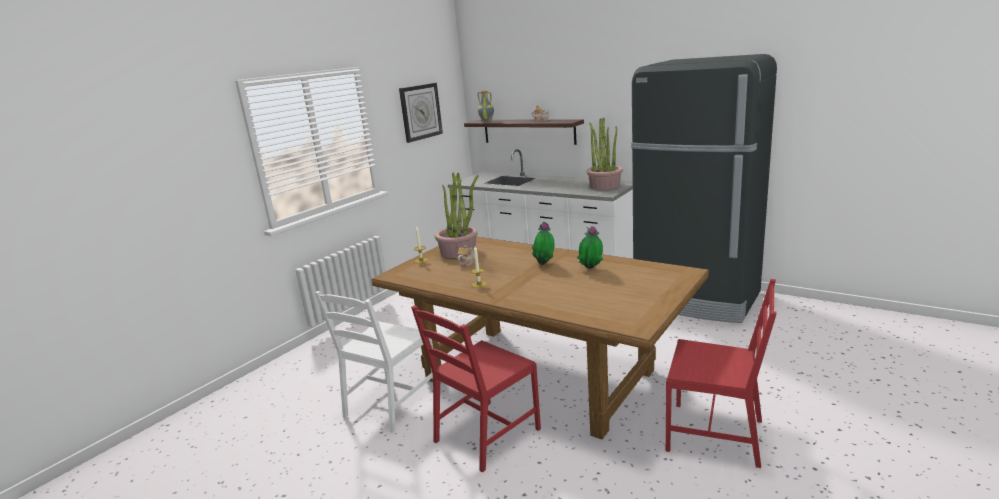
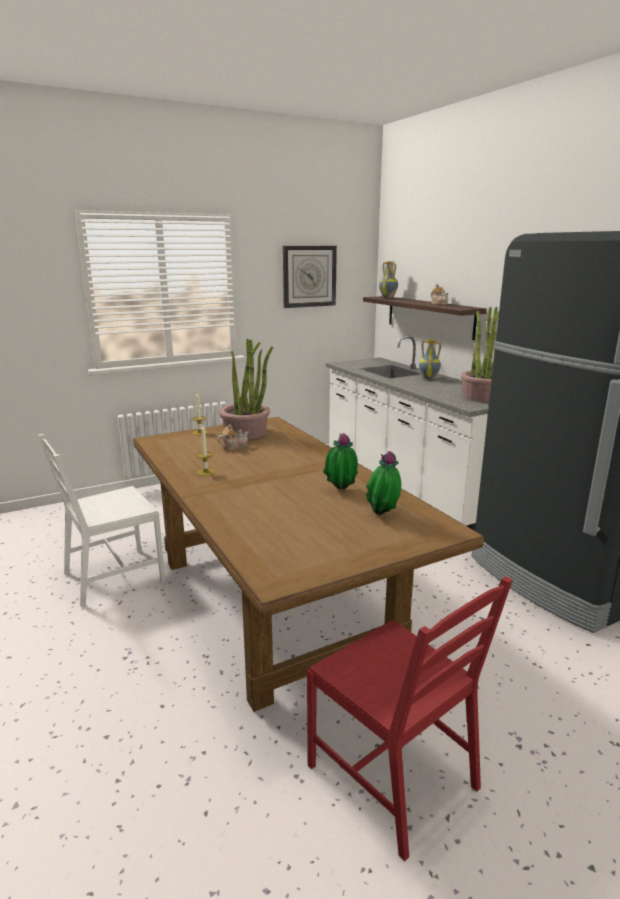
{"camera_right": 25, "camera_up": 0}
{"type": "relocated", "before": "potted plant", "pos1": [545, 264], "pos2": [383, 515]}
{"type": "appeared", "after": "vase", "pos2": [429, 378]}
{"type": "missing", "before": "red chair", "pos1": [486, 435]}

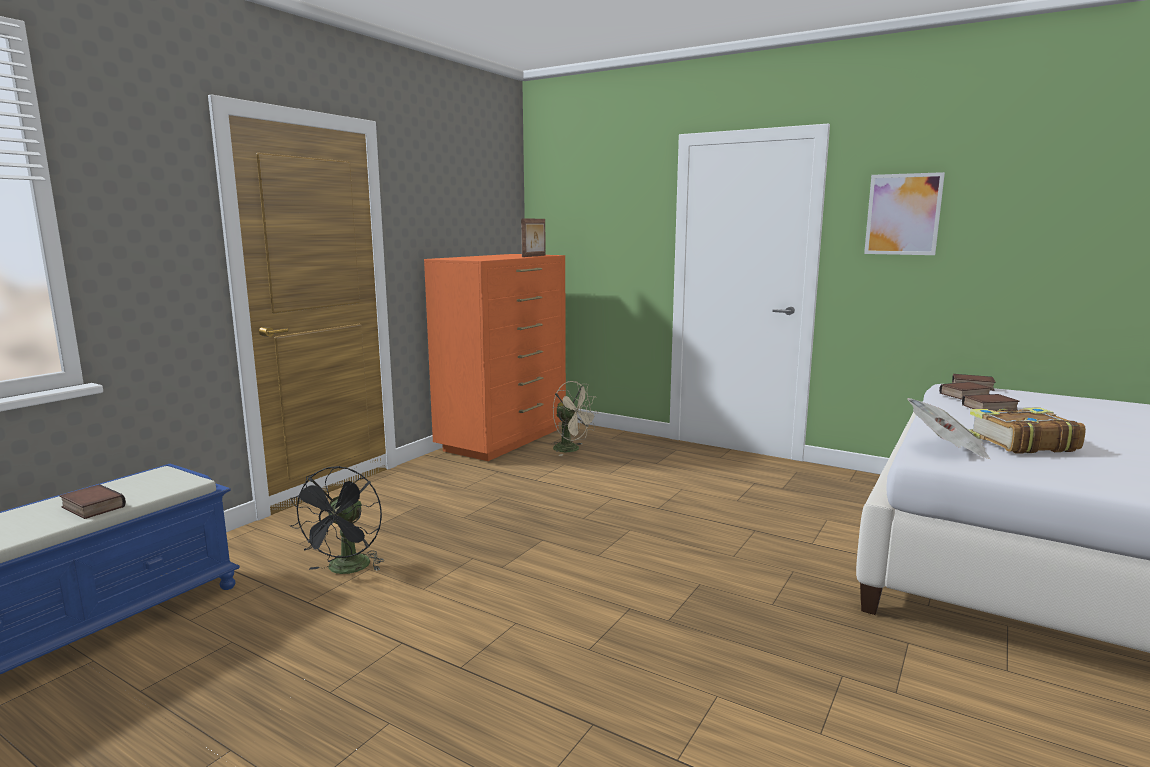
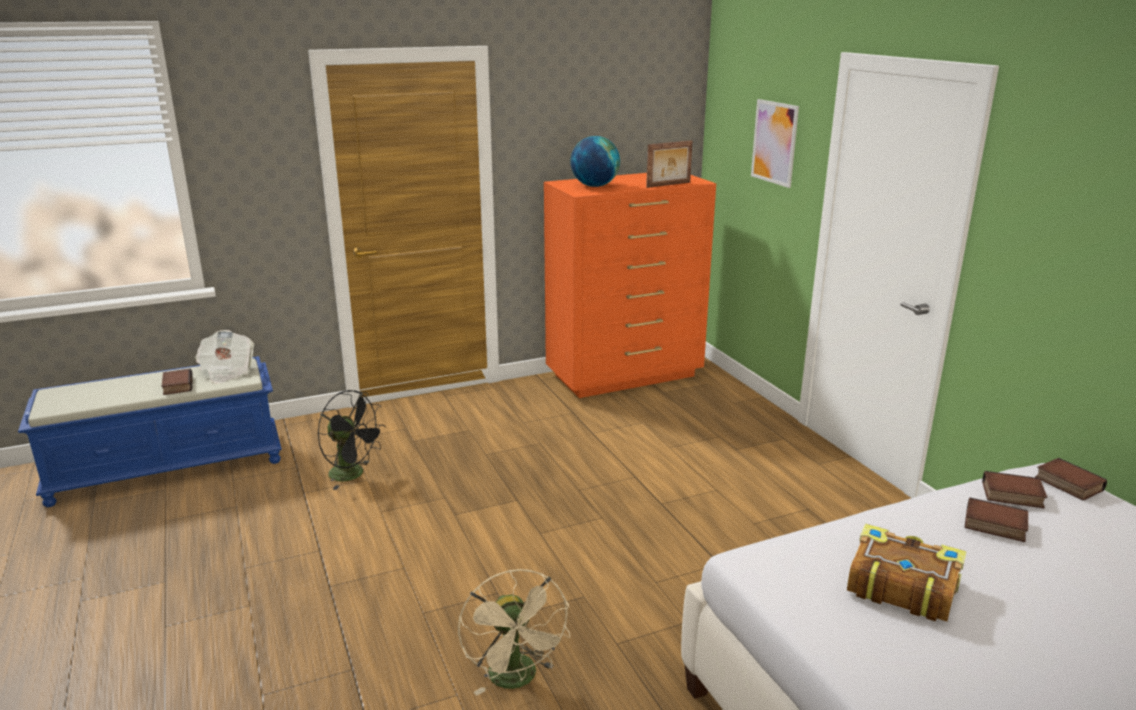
{"camera_right": 35, "camera_up": 10}
{"type": "relocated", "before": "printed paper", "pos1": [947, 448], "pos2": [227, 371]}
{"type": "spun", "before": "black cooling fan", "pos1": [346, 570], "pos2": [353, 474], "turn": -105}
{"type": "relocated", "before": "beige cooling fan", "pos1": [572, 449], "pos2": [517, 680]}
{"type": "appeared", "after": "world globe", "pos2": [594, 186]}
{"type": "relocated", "before": "wall picture", "pos1": [903, 214], "pos2": [774, 142]}

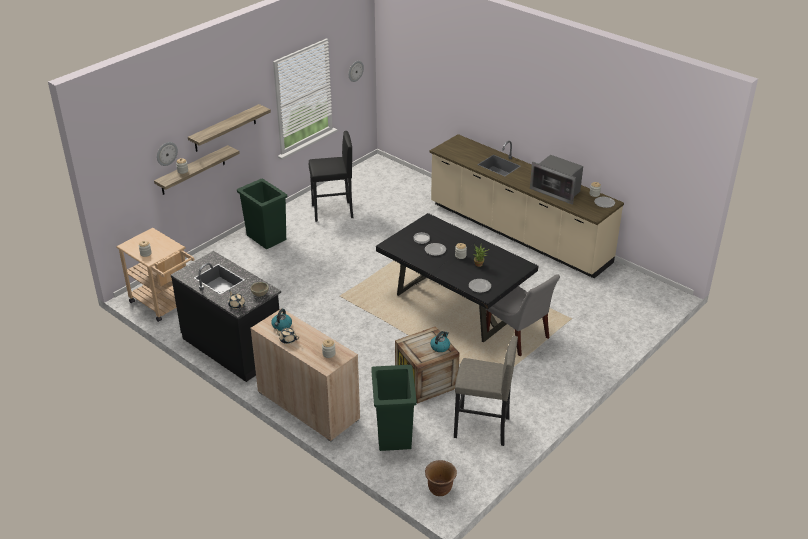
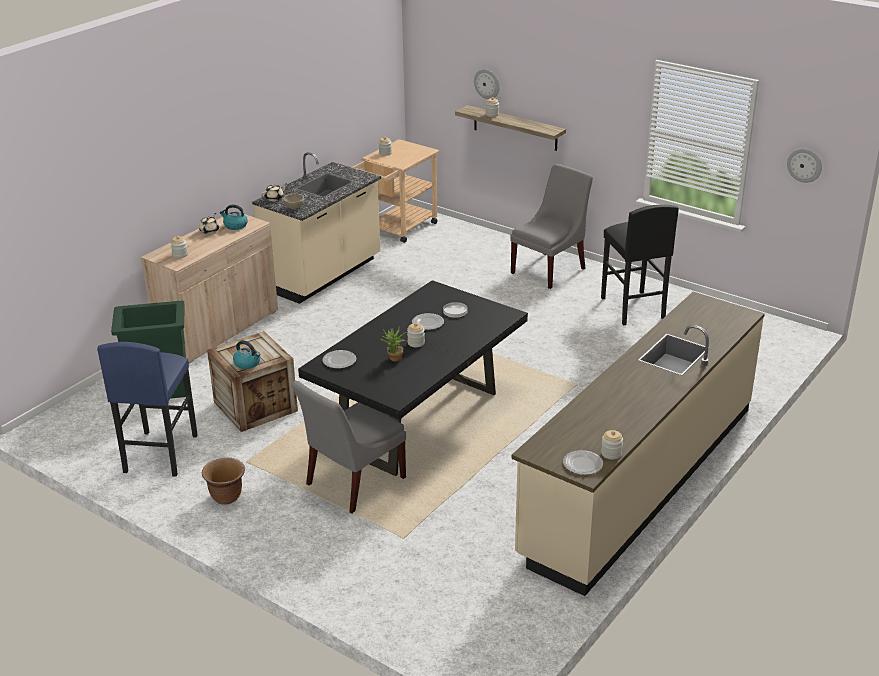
{"camera_right": 85, "camera_up": -5}
{"type": "colour", "before": "grey stool", "after": "bluish stool", "pos1": [482, 428], "pos2": [160, 454]}
{"type": "relocated", "before": "brown plant pot", "pos1": [440, 489], "pos2": [227, 497]}
{"type": "colour", "before": "black counter", "after": "beige counter", "pos1": [233, 347], "pos2": [324, 275]}
{"type": "exchanged", "before": "greenish waste bin", "after": "grey chair", "pos1": [266, 237], "pos2": [550, 269]}
{"type": "missing", "before": "wall shelf", "pos1": [225, 128]}
{"type": "missing", "before": "microwave oven", "pos1": [557, 191]}

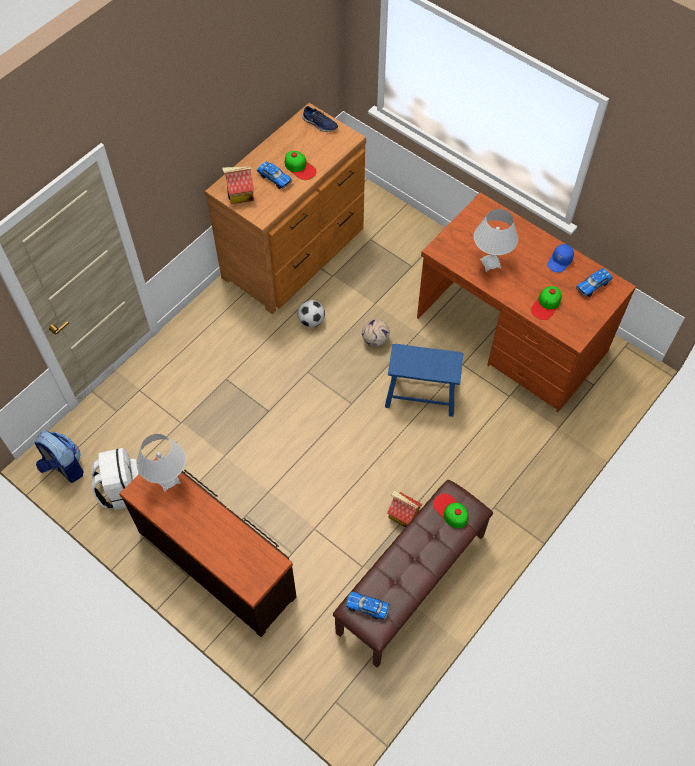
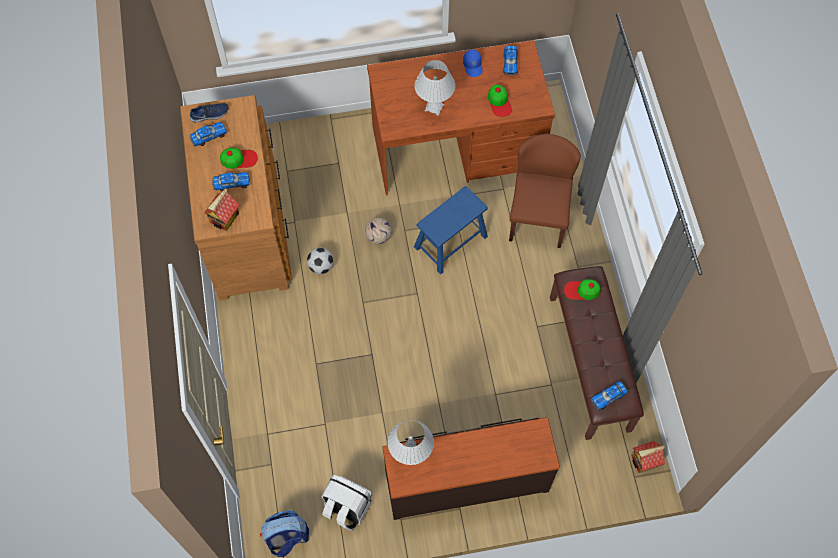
{"camera_right": -50, "camera_up": 5}
{"type": "appeared", "after": "toy car", "pos2": [208, 136]}
{"type": "appeared", "after": "brown chair", "pos2": [537, 217]}
{"type": "relocated", "before": "toy house", "pos1": [402, 515], "pos2": [644, 461]}

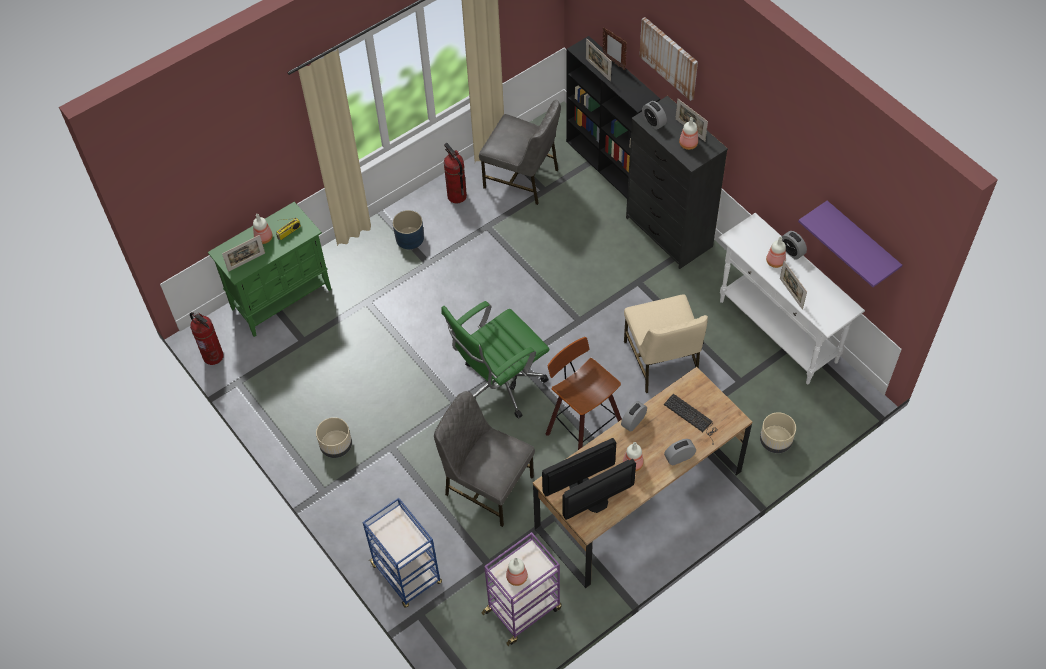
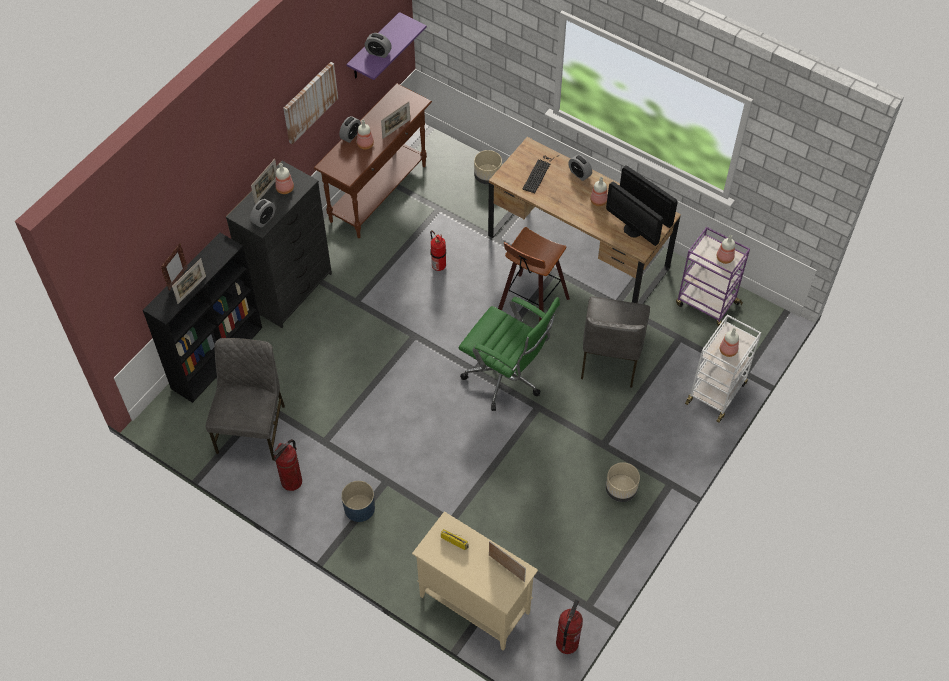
{"camera_right": -110, "camera_up": 0}
{"type": "relocated", "before": "wall picture", "pos1": [669, 58], "pos2": [309, 102]}
{"type": "colour", "before": "white-coloured console table", "after": "brown console table", "pos1": [778, 332], "pos2": [379, 193]}
{"type": "relocated", "before": "table clock", "pos1": [633, 422], "pos2": [378, 53]}
{"type": "colour", "before": "greenish storage cabinet", "after": "beige storage cabinet", "pos1": [282, 298], "pos2": [473, 604]}
{"type": "exchanged", "before": "beige chair", "after": "fire extinguisher", "pos1": [662, 361], "pos2": [437, 265]}
{"type": "colour", "before": "bluish trolley", "after": "white-coloured trolley", "pos1": [407, 575], "pos2": [716, 392]}
{"type": "relocated", "before": "beverage bottle", "pos1": [263, 238], "pos2": [728, 351]}

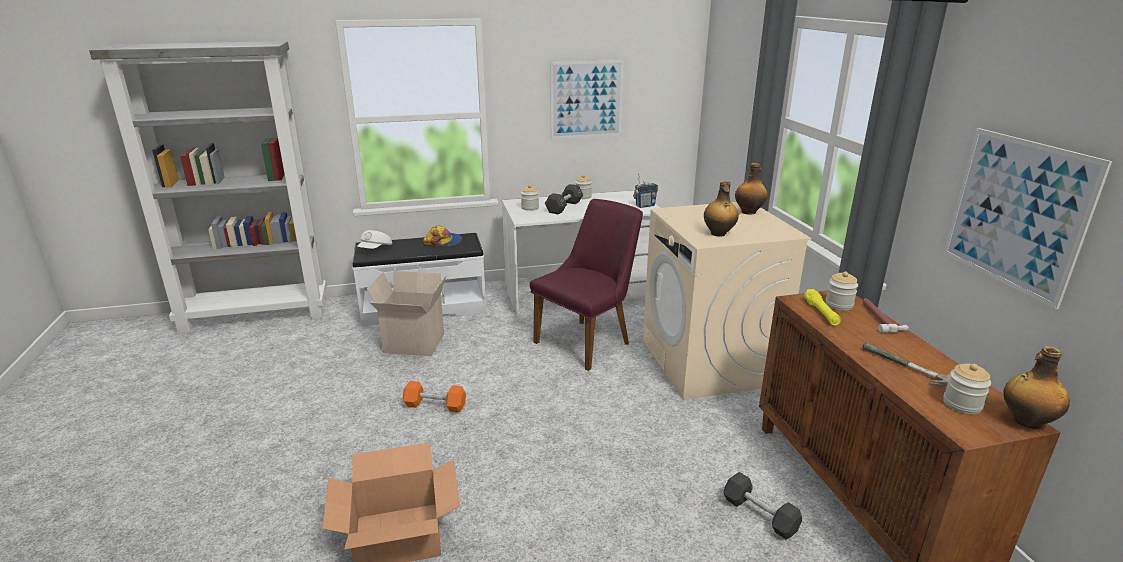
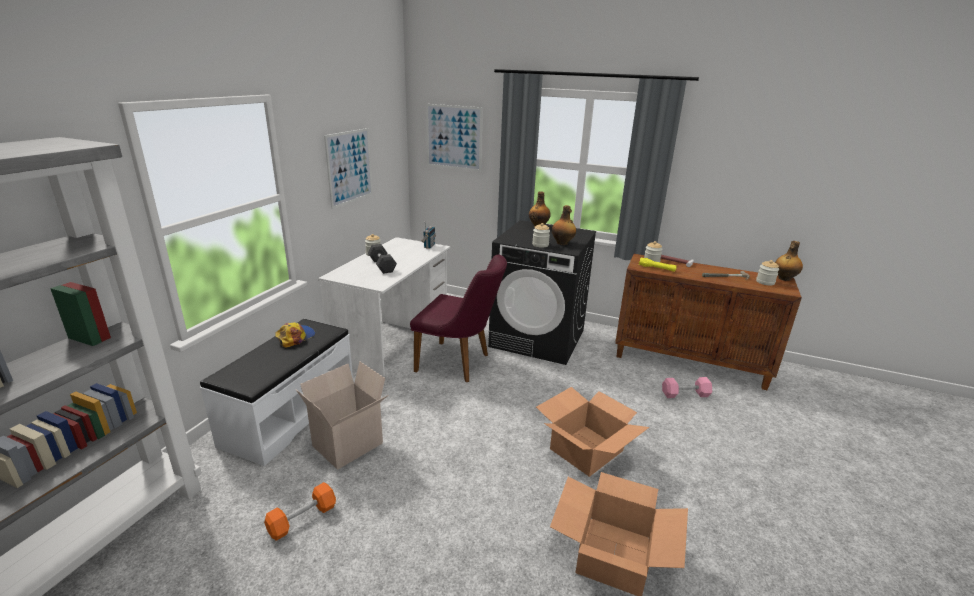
{"camera_right": -55, "camera_up": 0}
{"type": "relocated", "before": "orange-coloured hand weight", "pos1": [435, 405], "pos2": [302, 519]}
{"type": "spun", "before": "purple chair", "pos1": [589, 340], "pos2": [459, 363], "turn": 120}
{"type": "relocated", "before": "wall picture", "pos1": [1016, 213], "pos2": [454, 137]}
{"type": "colour", "before": "beige washing machine", "after": "black washing machine", "pos1": [709, 363], "pos2": [538, 338]}
{"type": "relocated", "before": "preserve jar", "pos1": [530, 208], "pos2": [540, 245]}
{"type": "appeared", "after": "packing box", "pos2": [585, 449]}
{"type": "colour", "before": "black hand weight", "after": "pink hand weight", "pos1": [760, 515], "pos2": [685, 394]}
{"type": "missing", "before": "white-coloured baseball cap", "pos1": [375, 249]}

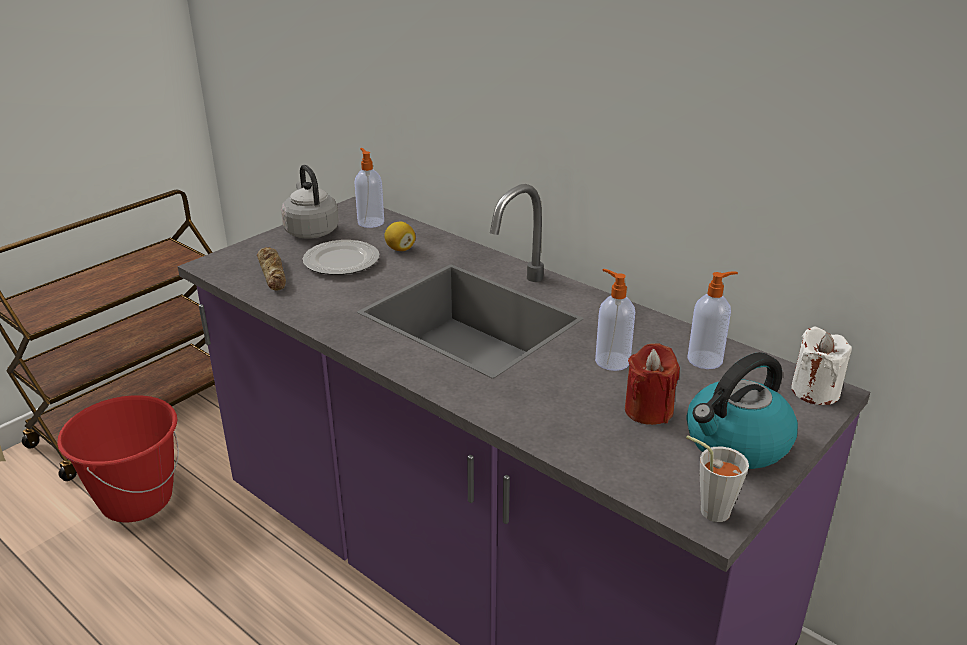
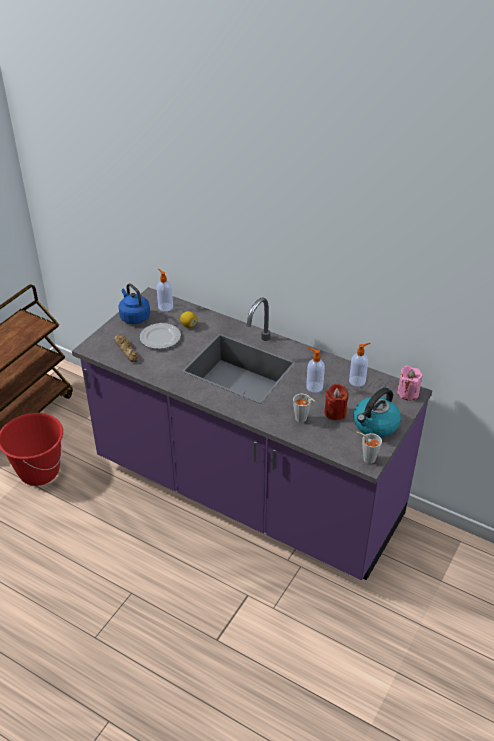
{"camera_right": -10, "camera_up": 10}
{"type": "colour", "before": "grey water kettle", "after": "bluish water kettle", "pos1": [310, 230], "pos2": [134, 317]}
{"type": "appeared", "after": "grey cup", "pos2": [302, 420]}
{"type": "colour", "before": "white-coloured wax light", "after": "pink wax light", "pos1": [815, 391], "pos2": [408, 393]}

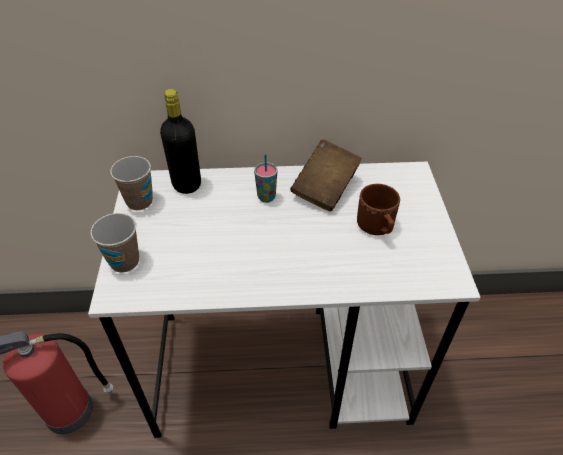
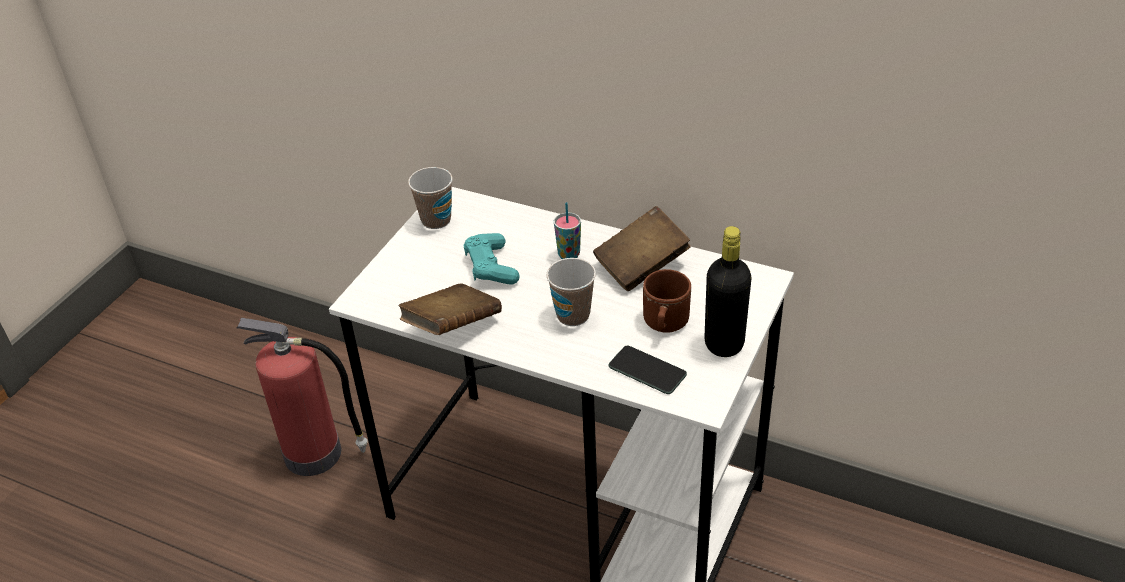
{"camera_right": 30, "camera_up": -5}
{"type": "appeared", "after": "brown book", "pos2": [452, 326]}
{"type": "appeared", "after": "turquoise gamepad", "pos2": [491, 267]}
{"type": "relocated", "before": "cup", "pos1": [124, 261], "pos2": [573, 315]}
{"type": "appeared", "after": "phone", "pos2": [647, 370]}
{"type": "relocated", "before": "black beverage bottle", "pos1": [187, 184], "pos2": [724, 344]}

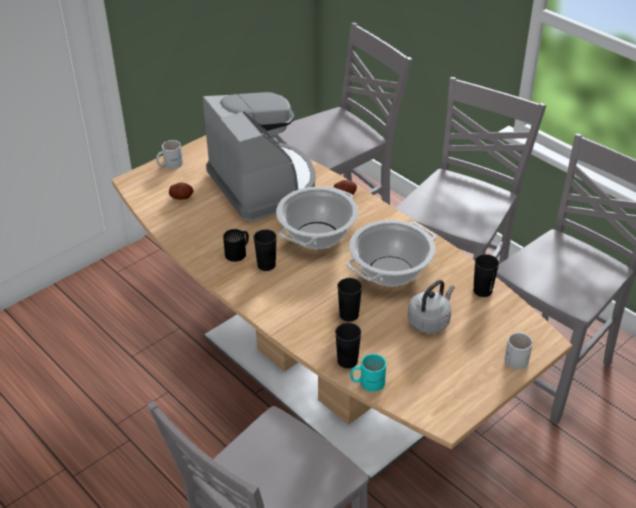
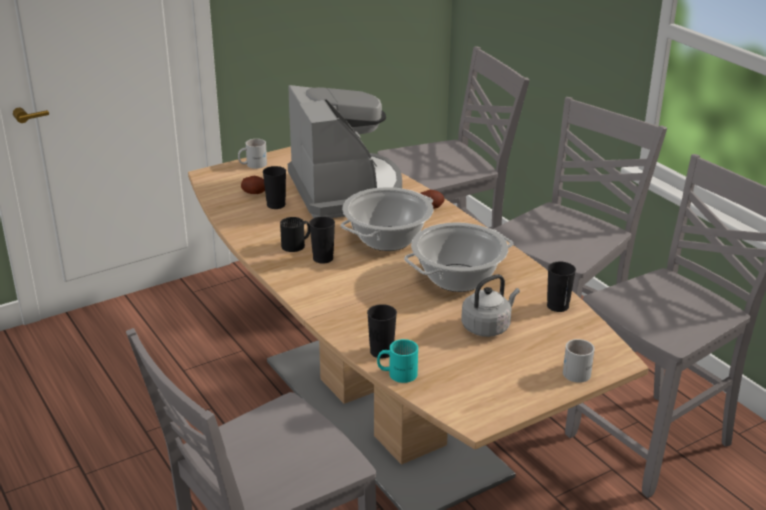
{"camera_right": 10, "camera_up": -10}
{"type": "relocated", "before": "black cup", "pos1": [349, 315], "pos2": [276, 205]}

